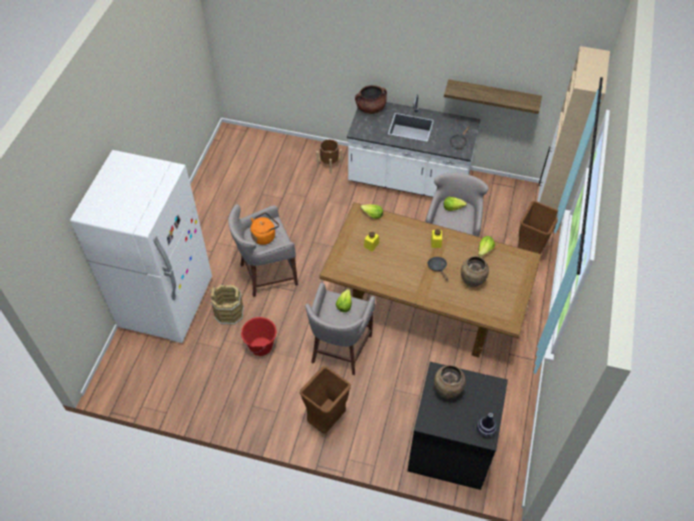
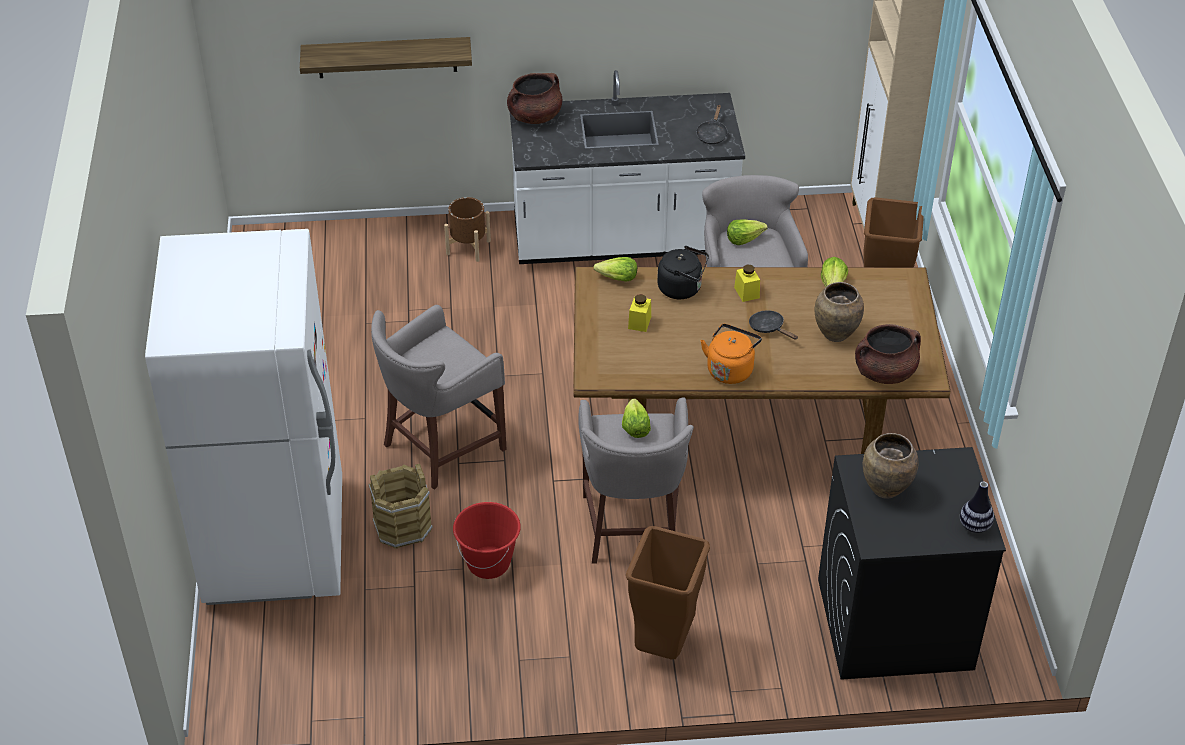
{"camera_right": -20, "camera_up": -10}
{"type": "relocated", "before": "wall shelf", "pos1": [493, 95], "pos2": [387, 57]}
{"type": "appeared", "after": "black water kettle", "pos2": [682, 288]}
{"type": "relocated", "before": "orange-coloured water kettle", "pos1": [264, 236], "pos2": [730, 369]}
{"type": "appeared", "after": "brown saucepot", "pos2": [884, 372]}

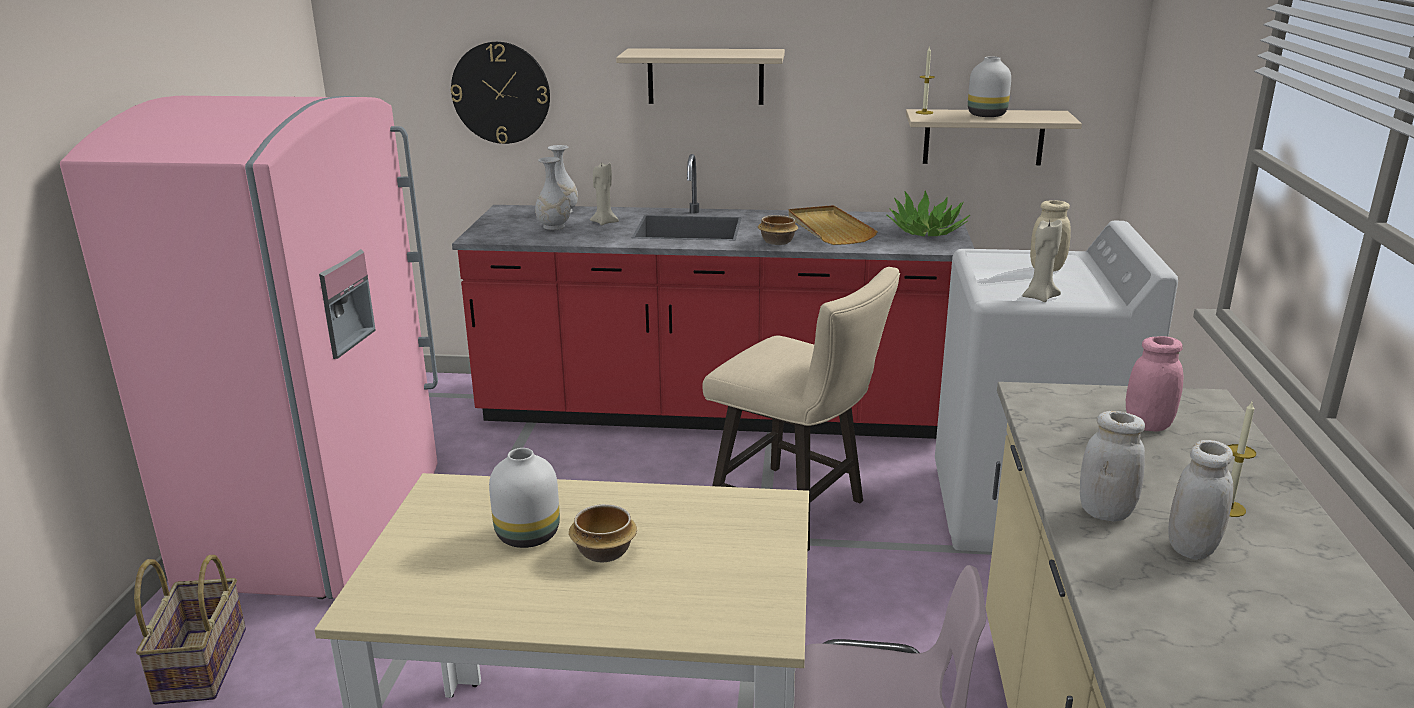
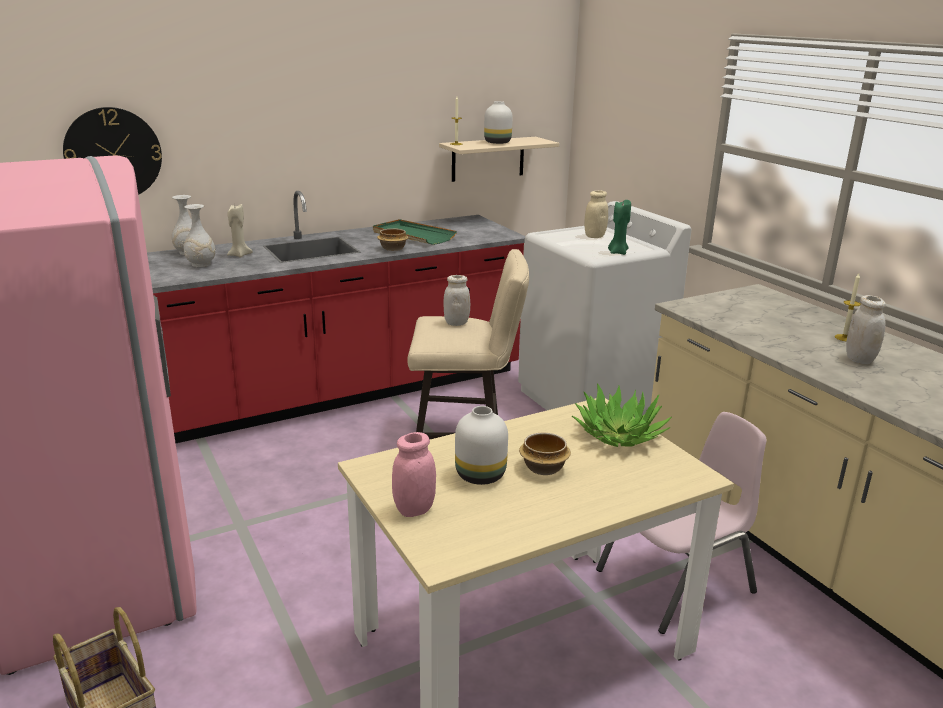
{"camera_right": -35, "camera_up": 0}
{"type": "colour", "before": "beige tray", "after": "greenish tray", "pos1": [829, 229], "pos2": [413, 235]}
{"type": "relocated", "before": "pink preserve jar", "pos1": [1148, 425], "pos2": [414, 509]}
{"type": "relocated", "before": "white-coloured preserve jar", "pos1": [1105, 512], "pos2": [456, 323]}
{"type": "relocated", "before": "potted plant", "pos1": [926, 231], "pos2": [619, 434]}
{"type": "colour", "before": "beige wax light", "after": "greenish wax light", "pos1": [1039, 297], "pos2": [617, 252]}
{"type": "missing", "before": "beige wall shelf", "pos1": [705, 76]}

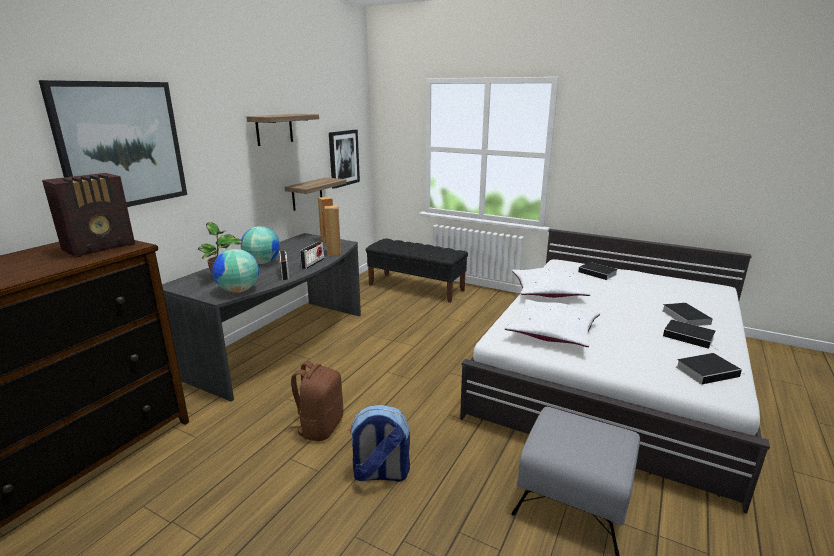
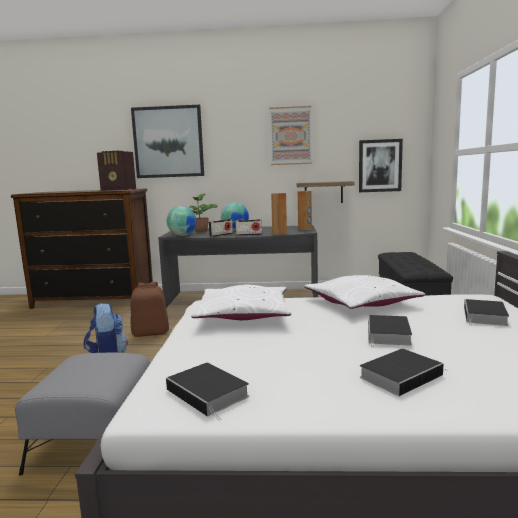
{"camera_right": 65, "camera_up": -10}
{"type": "exchanged", "before": "wall shelf", "after": "wall picture", "pos1": [274, 129], "pos2": [290, 136]}
{"type": "relocated", "before": "book", "pos1": [690, 337], "pos2": [389, 334]}

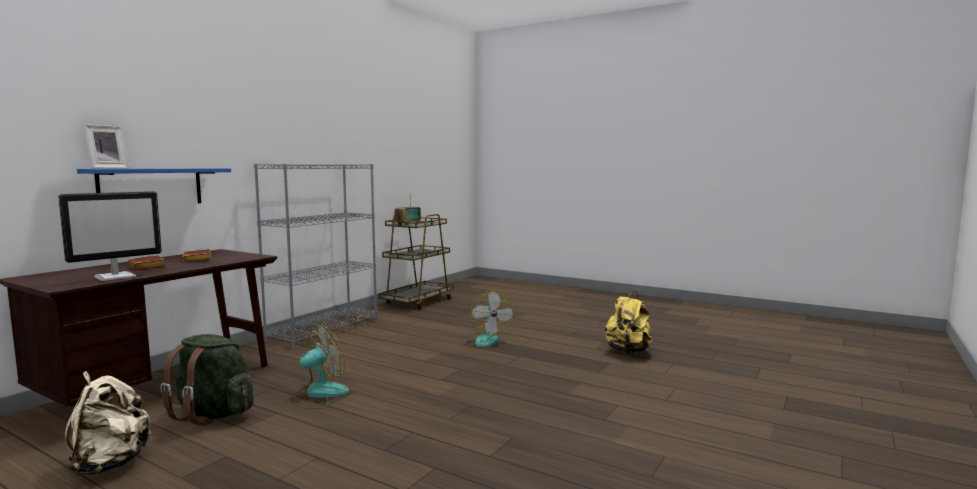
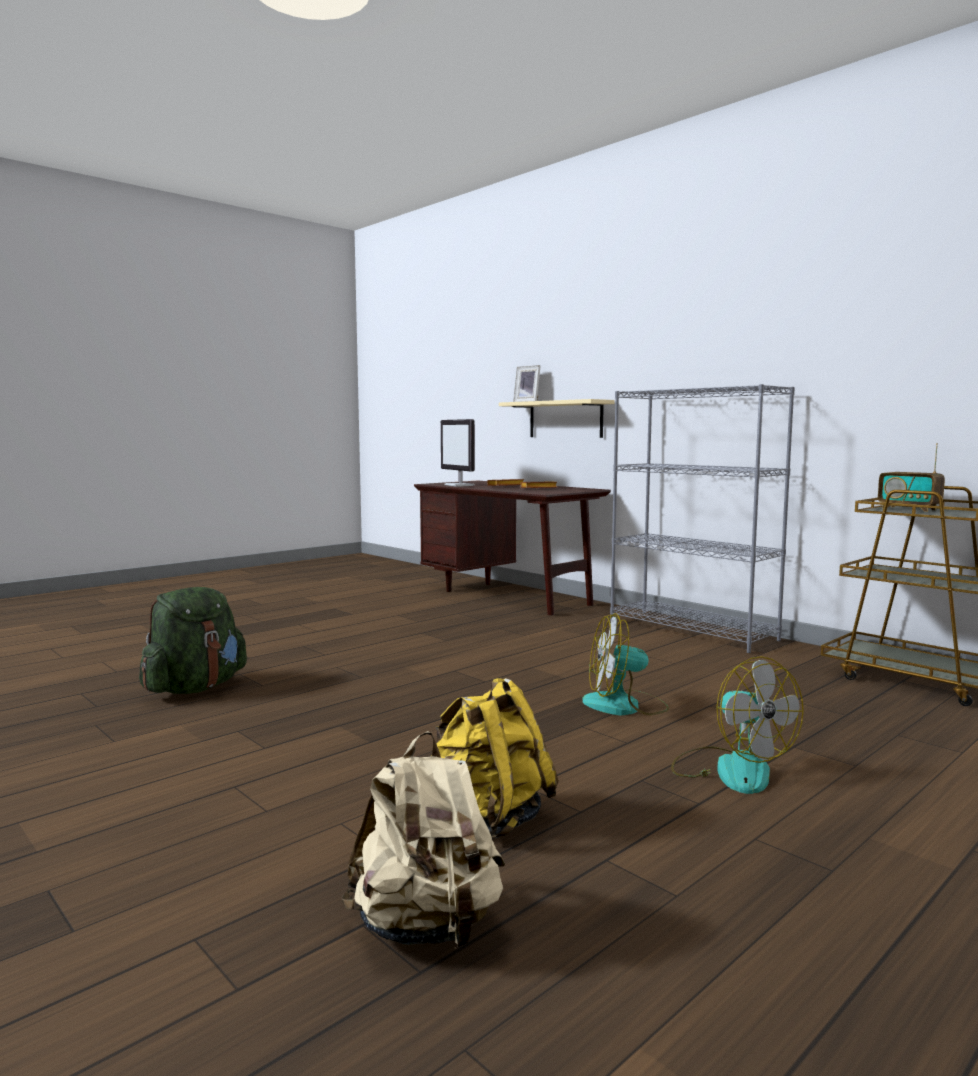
{"camera_right": 105, "camera_up": 0}
{"type": "relocated", "before": "greenish rucksack", "pos1": [213, 414], "pos2": [195, 688]}
{"type": "relocated", "before": "beige rucksack", "pos1": [110, 464], "pos2": [426, 927]}
{"type": "colour", "before": "bluish wall shelf", "after": "beige wall shelf", "pos1": [151, 187], "pos2": [565, 419]}
{"type": "relocated", "before": "cooling fan", "pos1": [317, 394], "pos2": [730, 769]}

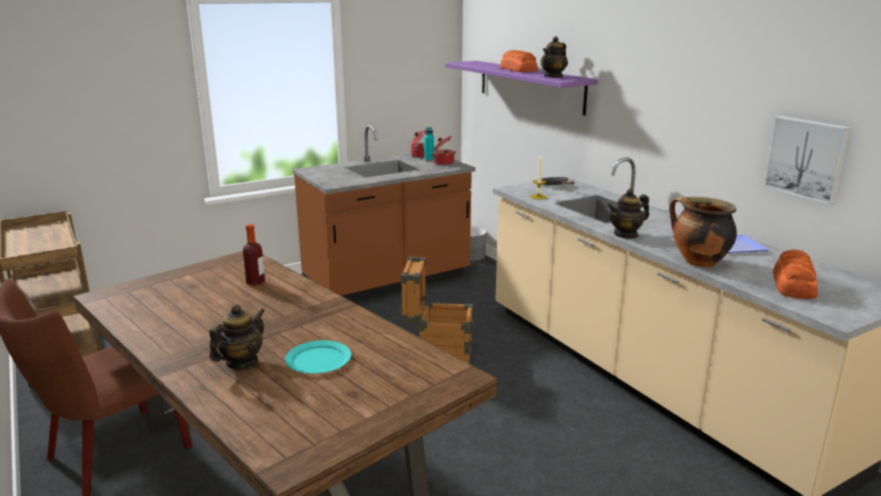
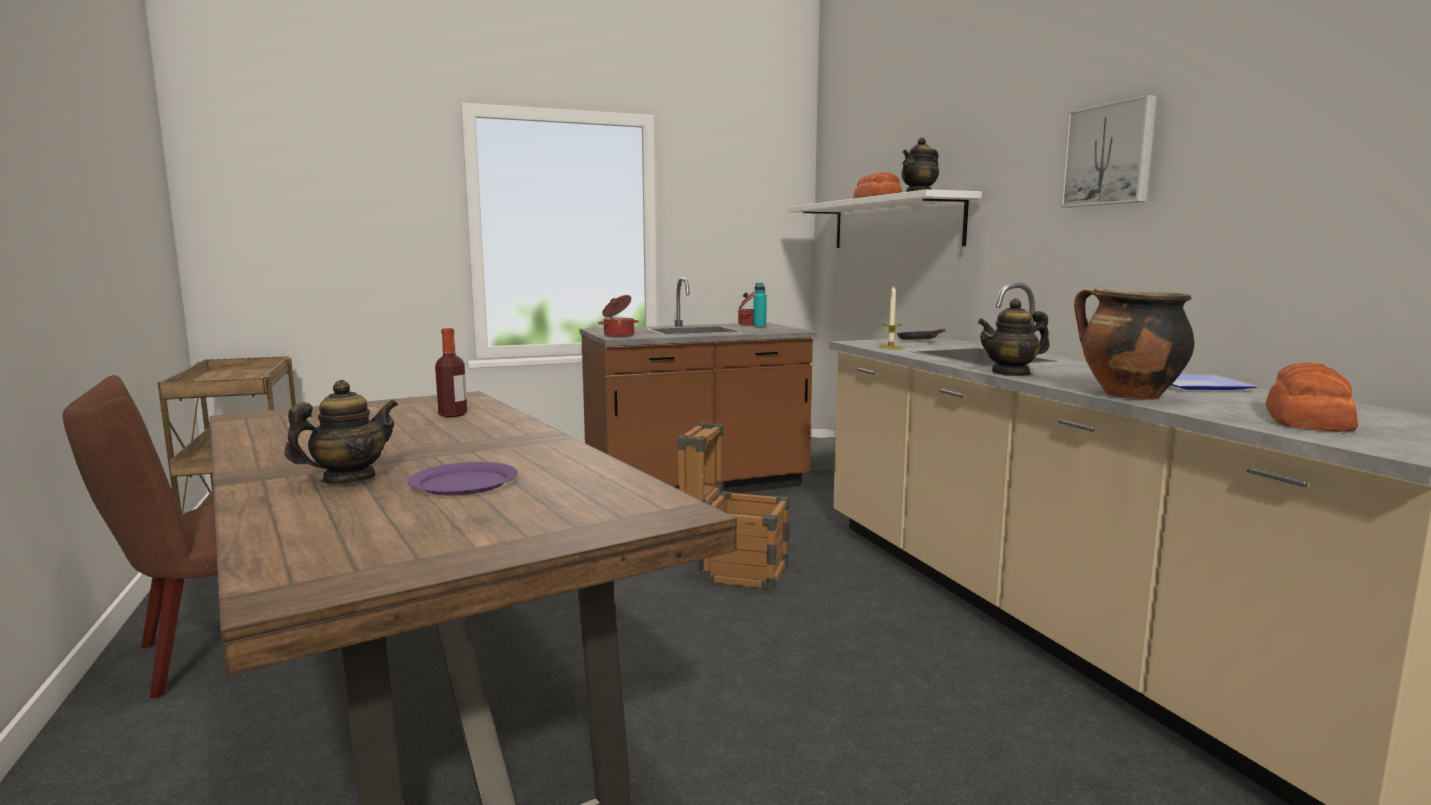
{"camera_right": 10, "camera_up": -10}
{"type": "colour", "before": "turquoise flat dish", "after": "purple flat dish", "pos1": [318, 360], "pos2": [463, 483]}
{"type": "relocated", "before": "saucepot", "pos1": [443, 163], "pos2": [618, 335]}
{"type": "colour", "before": "purple wall shelf", "after": "white-coloured wall shelf", "pos1": [530, 86], "pos2": [894, 224]}
{"type": "relocated", "before": "wall picture", "pos1": [807, 158], "pos2": [1110, 155]}

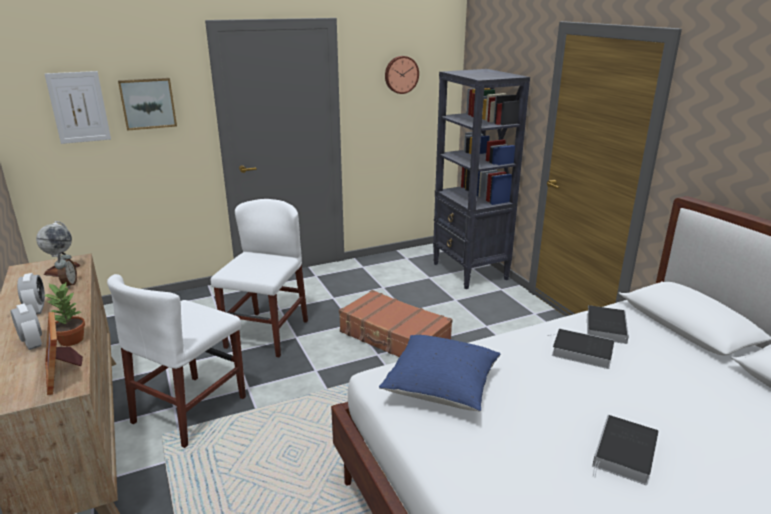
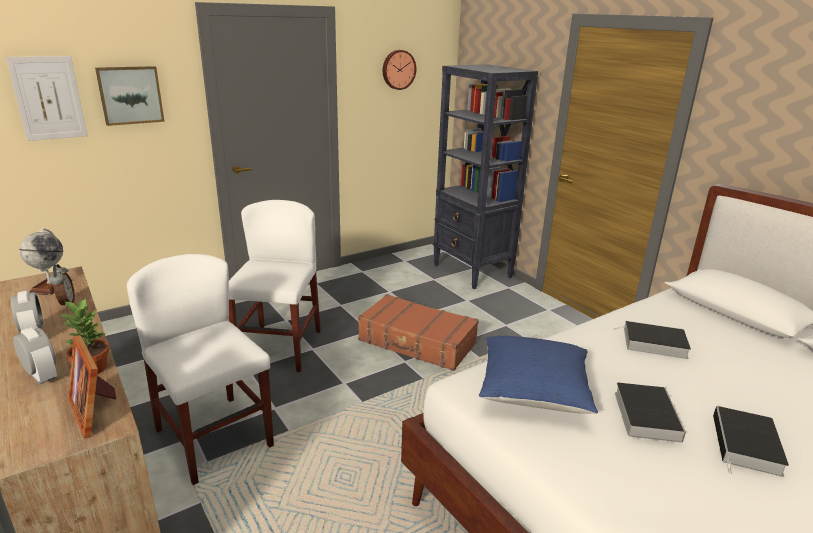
{"camera_right": -10, "camera_up": 0}
{"type": "spun", "before": "white-coloured chair", "pos1": [190, 409], "pos2": [214, 438], "turn": 120}
{"type": "relocated", "before": "book", "pos1": [605, 326], "pos2": [645, 414]}

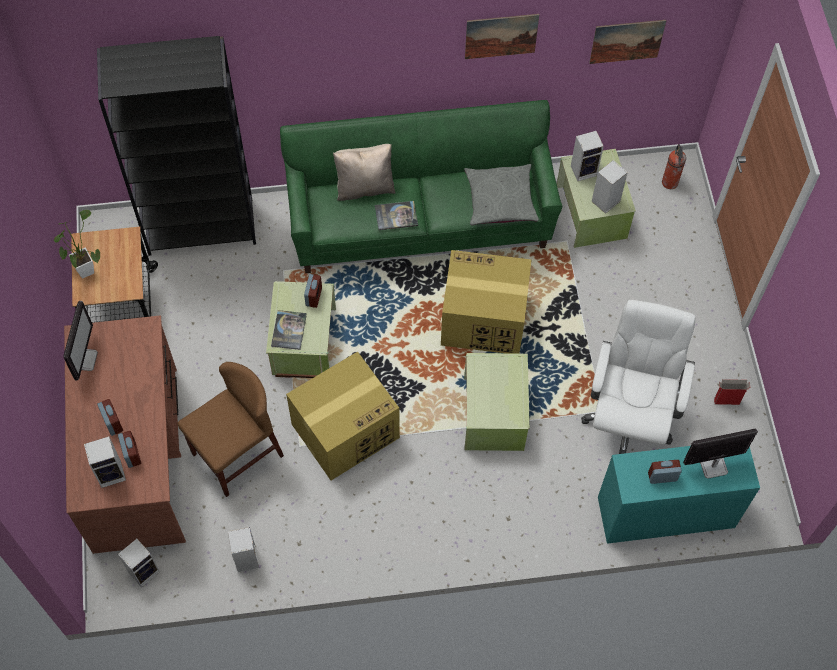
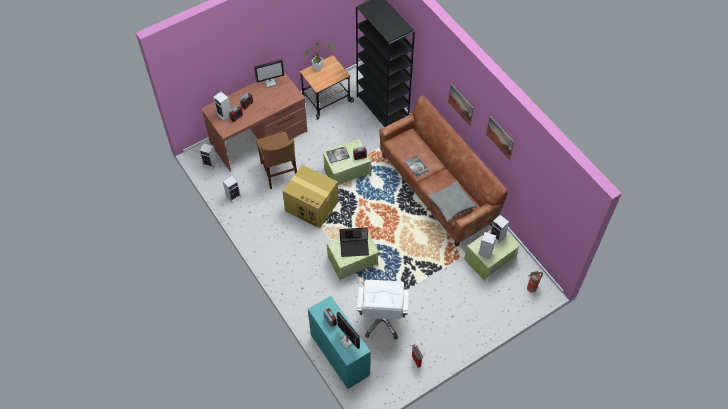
{"camera_right": 65, "camera_up": -5}
{"type": "spun", "before": "brown chair", "pos1": [237, 455], "pos2": [279, 171], "turn": 45}
{"type": "appeared", "after": "notebook computer", "pos2": [354, 246]}
{"type": "spun", "before": "white-coloured office chair", "pos1": [628, 417], "pos2": [382, 319], "turn": 105}
{"type": "colour", "before": "greenish sofa", "after": "brown sofa", "pos1": [420, 223], "pos2": [437, 189]}
{"type": "relocated", "before": "wall picture", "pos1": [627, 41], "pos2": [460, 104]}
{"type": "missing", "before": "beige cushion", "pos1": [364, 187]}
{"type": "missing", "before": "packing box", "pos1": [482, 320]}

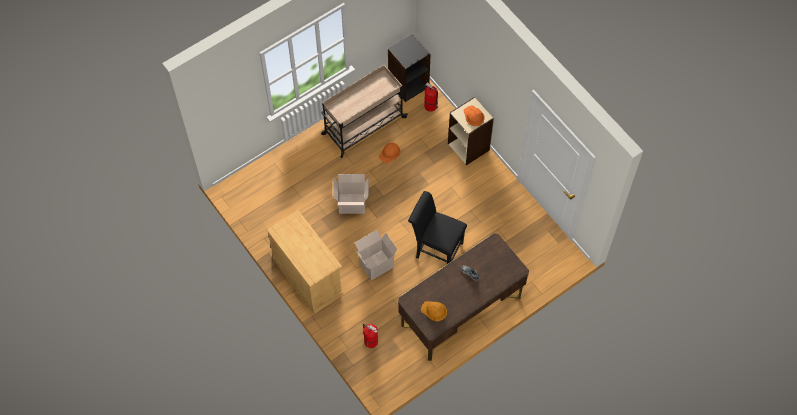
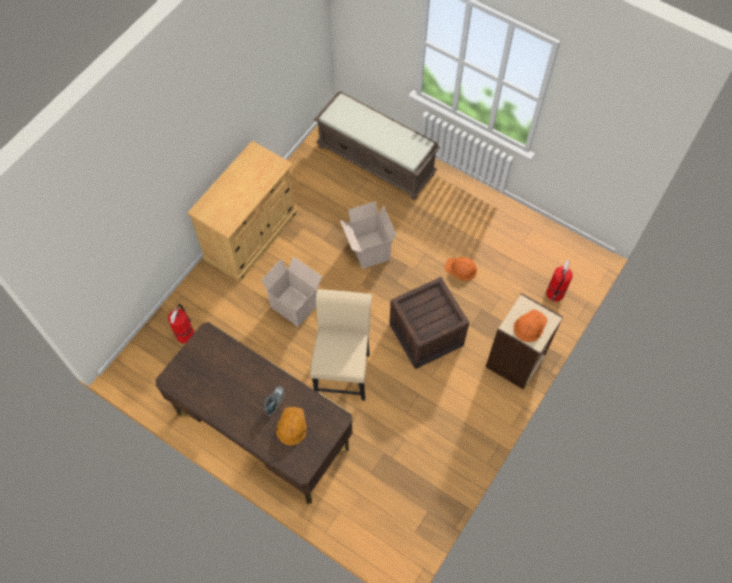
{"camera_right": 70, "camera_up": 0}
{"type": "relocated", "before": "orange-coloured work helmet", "pos1": [434, 311], "pos2": [291, 426]}
{"type": "colour", "before": "black chair", "after": "beige chair", "pos1": [436, 249], "pos2": [343, 369]}
{"type": "appeared", "after": "brown bench", "pos2": [377, 160]}
{"type": "appeared", "after": "packing crate", "pos2": [426, 335]}
{"type": "missing", "before": "beige trolley", "pos1": [363, 126]}
{"type": "missing", "before": "black bookshelf", "pos1": [408, 84]}

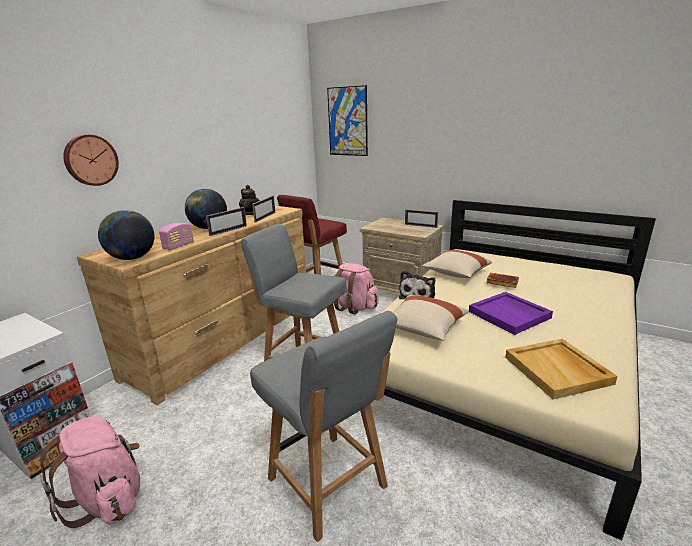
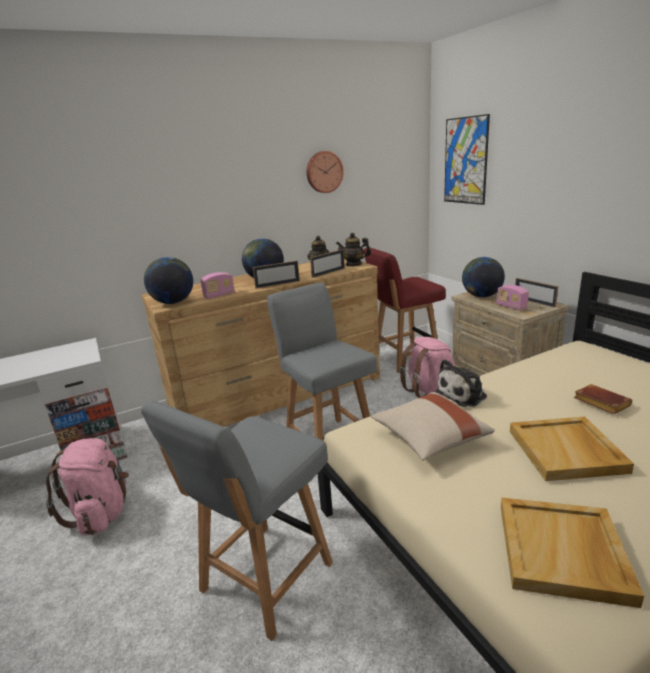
{"camera_right": 30, "camera_up": 0}
{"type": "spun", "before": "grey chair", "pos1": [328, 484], "pos2": [264, 579], "turn": 45}
{"type": "relocated", "before": "clock on the wall", "pos1": [90, 160], "pos2": [324, 172]}
{"type": "appeared", "after": "teapot", "pos2": [354, 264]}
{"type": "appeared", "after": "world globe", "pos2": [481, 296]}
{"type": "appeared", "after": "radio", "pos2": [511, 307]}
{"type": "colour", "before": "purple tray", "after": "beige tray", "pos1": [510, 315], "pos2": [567, 451]}
{"type": "missing", "before": "beige cushion", "pos1": [456, 274]}

